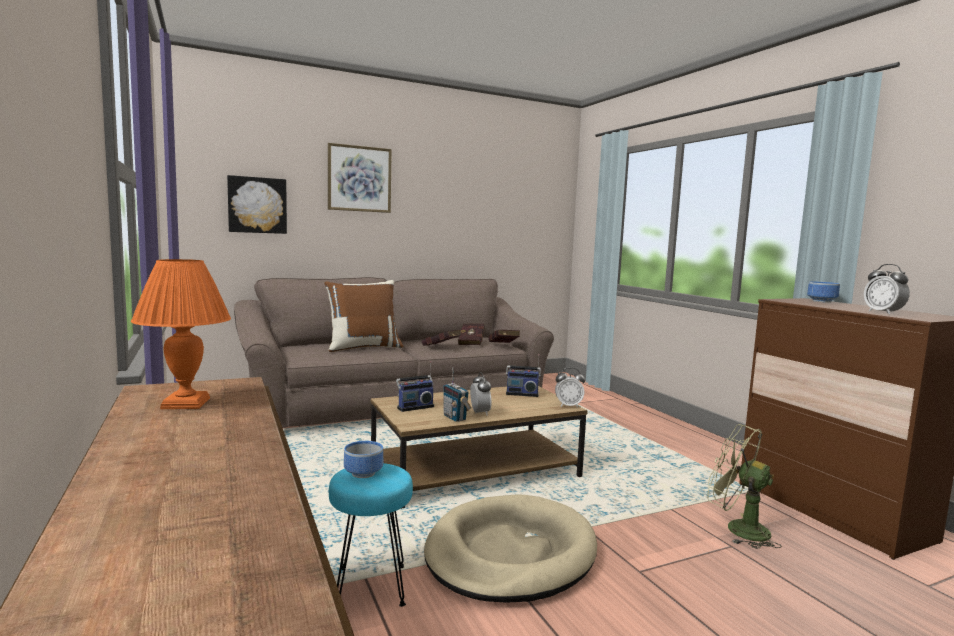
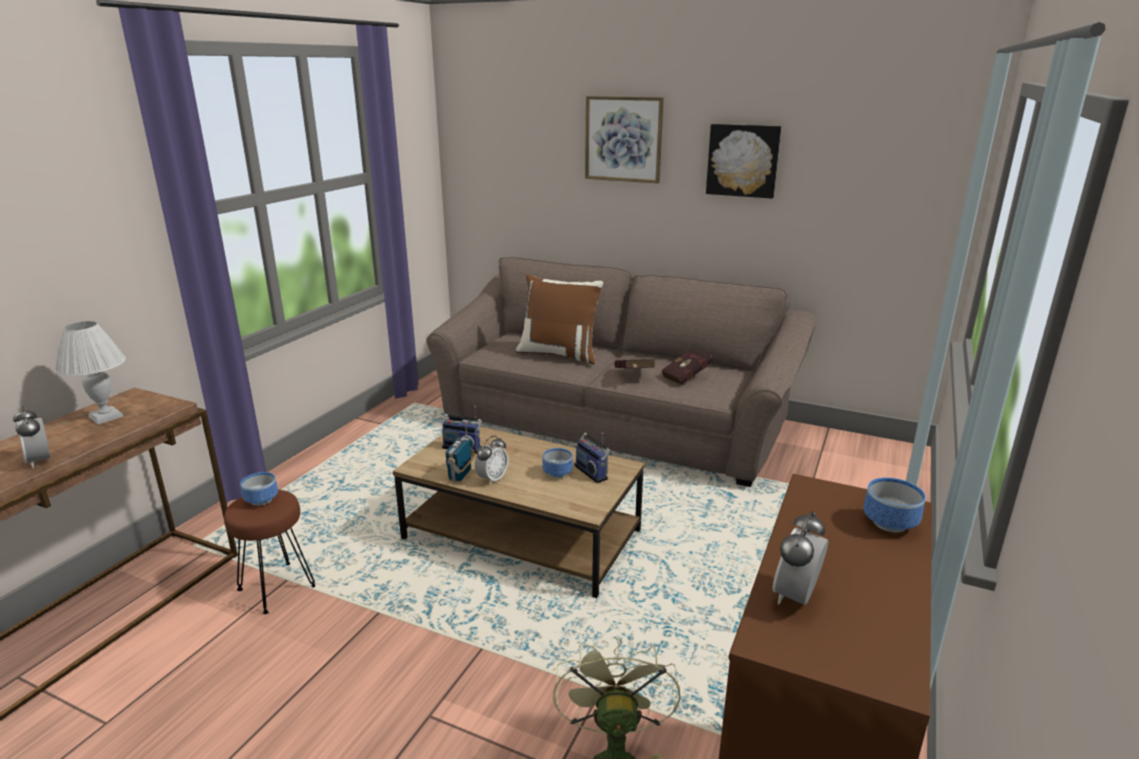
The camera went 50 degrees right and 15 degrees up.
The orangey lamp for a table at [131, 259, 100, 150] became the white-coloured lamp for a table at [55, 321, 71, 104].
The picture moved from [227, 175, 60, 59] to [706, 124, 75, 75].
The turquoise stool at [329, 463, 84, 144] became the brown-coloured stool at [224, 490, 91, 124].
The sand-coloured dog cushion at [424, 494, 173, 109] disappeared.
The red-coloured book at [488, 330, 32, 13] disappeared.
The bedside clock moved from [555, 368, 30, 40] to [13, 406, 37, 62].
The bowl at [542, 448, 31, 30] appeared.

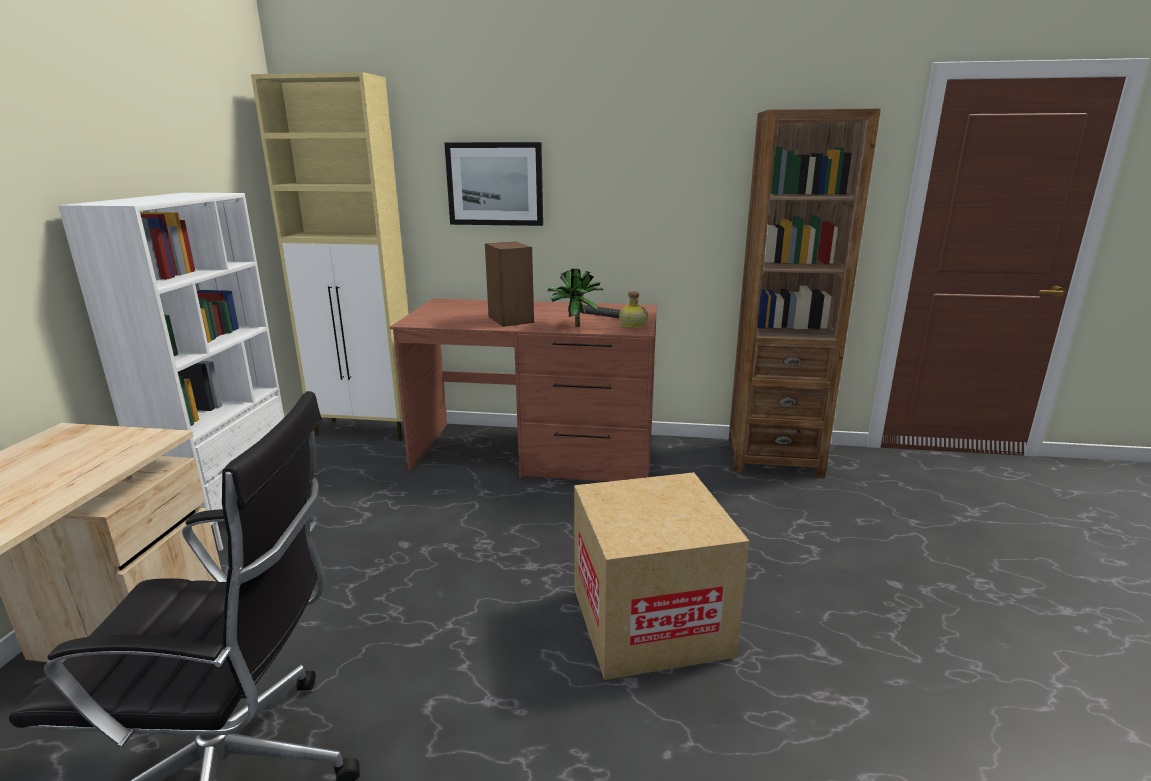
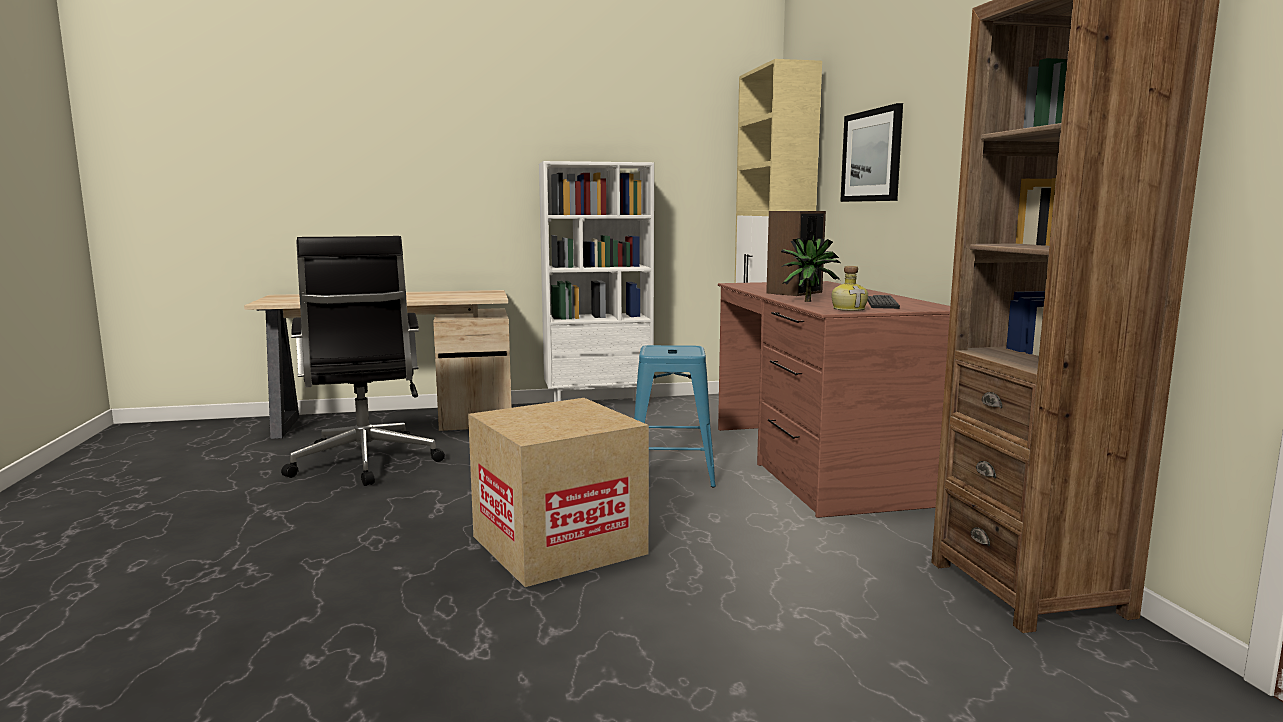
The camera went 70 degrees right and 10 degrees down.
The bluish stool at [634, 345, 82, 142] appeared.

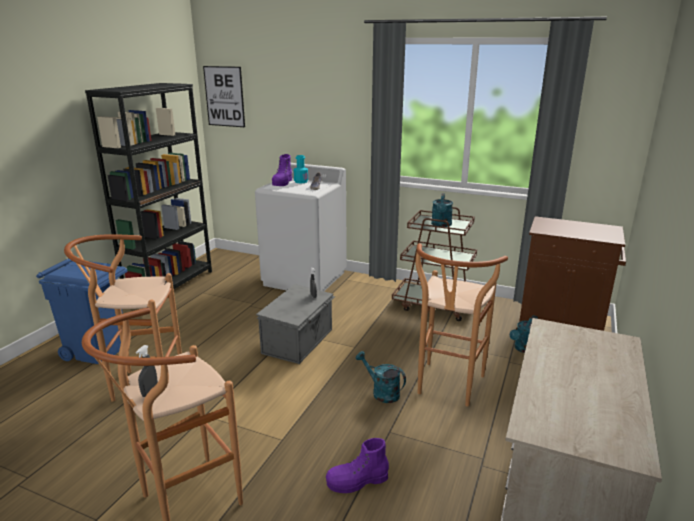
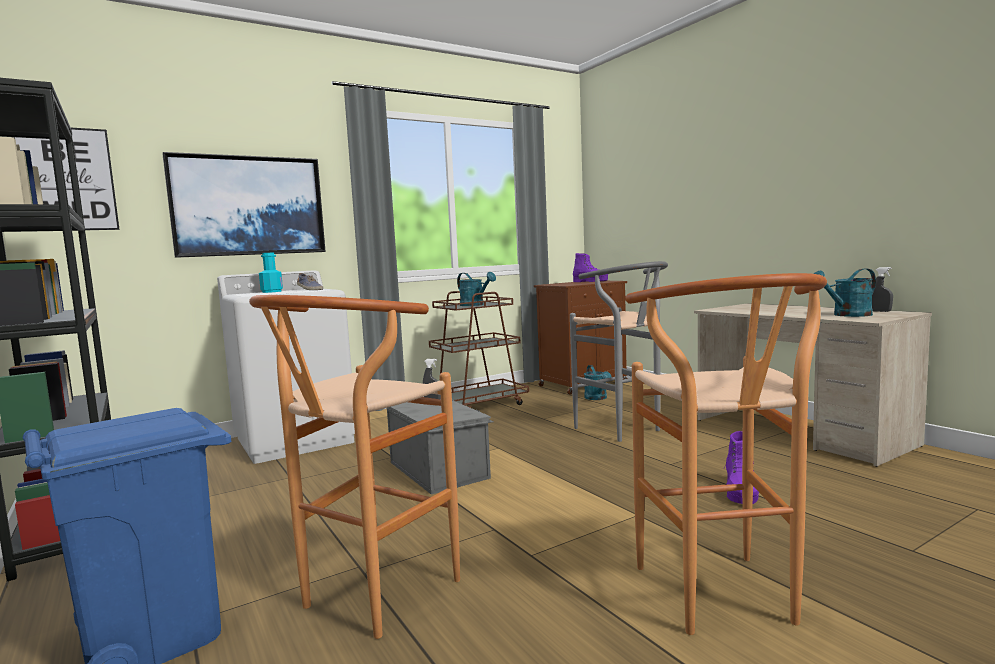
The camera went 55 degrees left and 15 degrees down.
The gray hand sprayer moved from [136, 345, 22, 52] to [872, 267, 21, 45].
The purplish tall boot moved from [272, 154, 20, 32] to [573, 253, 35, 29].
The turquoise watering can moved from [356, 351, 50, 52] to [814, 269, 62, 48].
The brown-coloured stool at [415, 243, 93, 163] became the gray stool at [570, 261, 98, 181].
The picture at [162, 152, 164, 106] appeared.

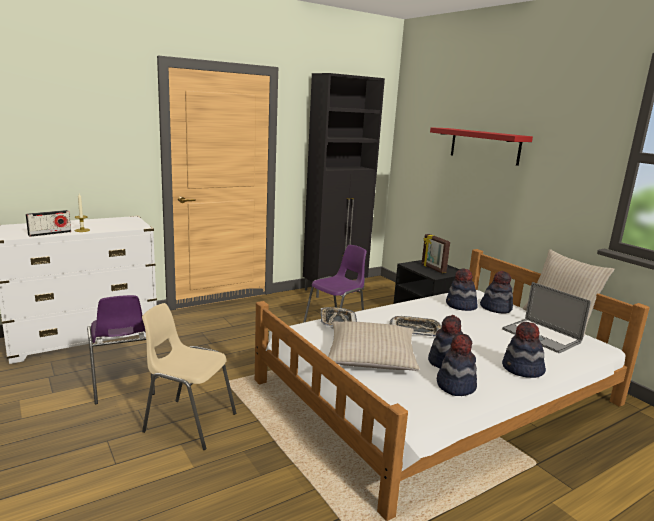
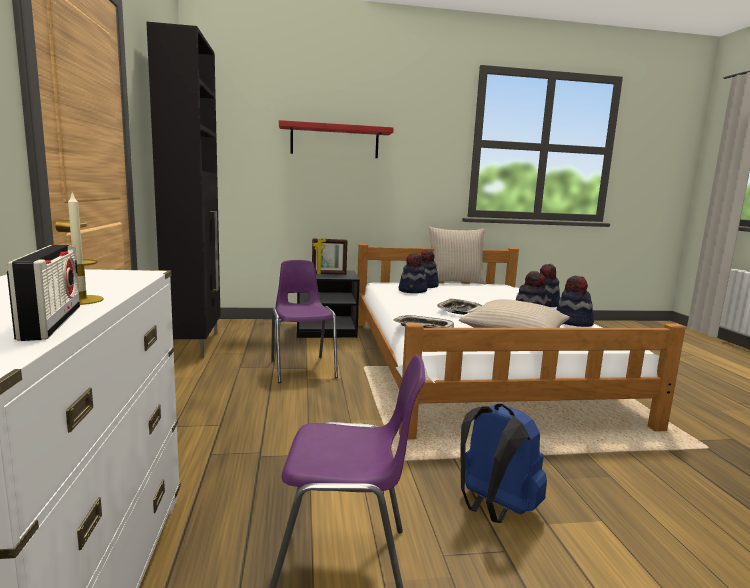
The camera went 65 degrees left and 5 degrees down.
The sand-coloured plain chair at [142, 303, 94, 147] was replaced by the bluish rucksack at [461, 404, 86, 119].
The laptop at [502, 282, 89, 71] disappeared.

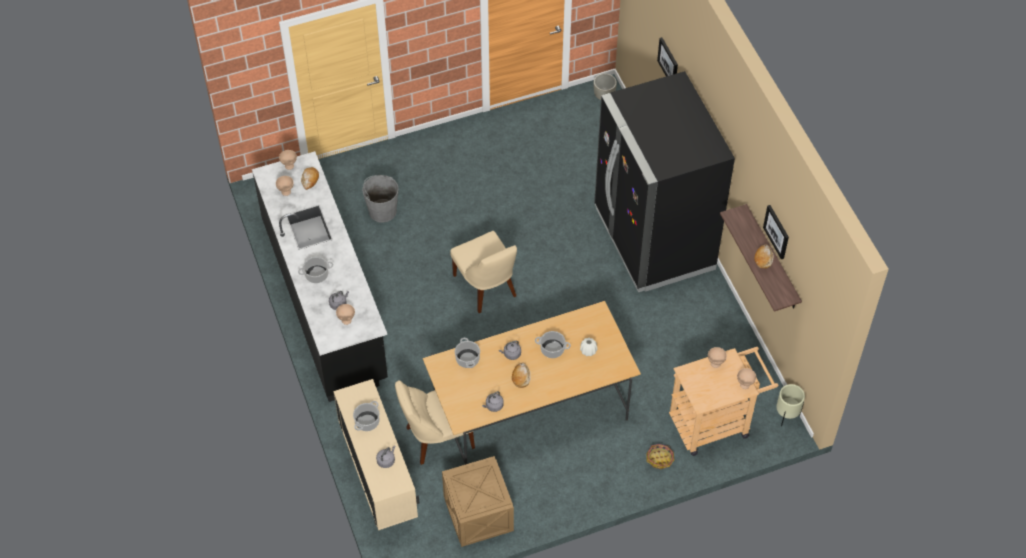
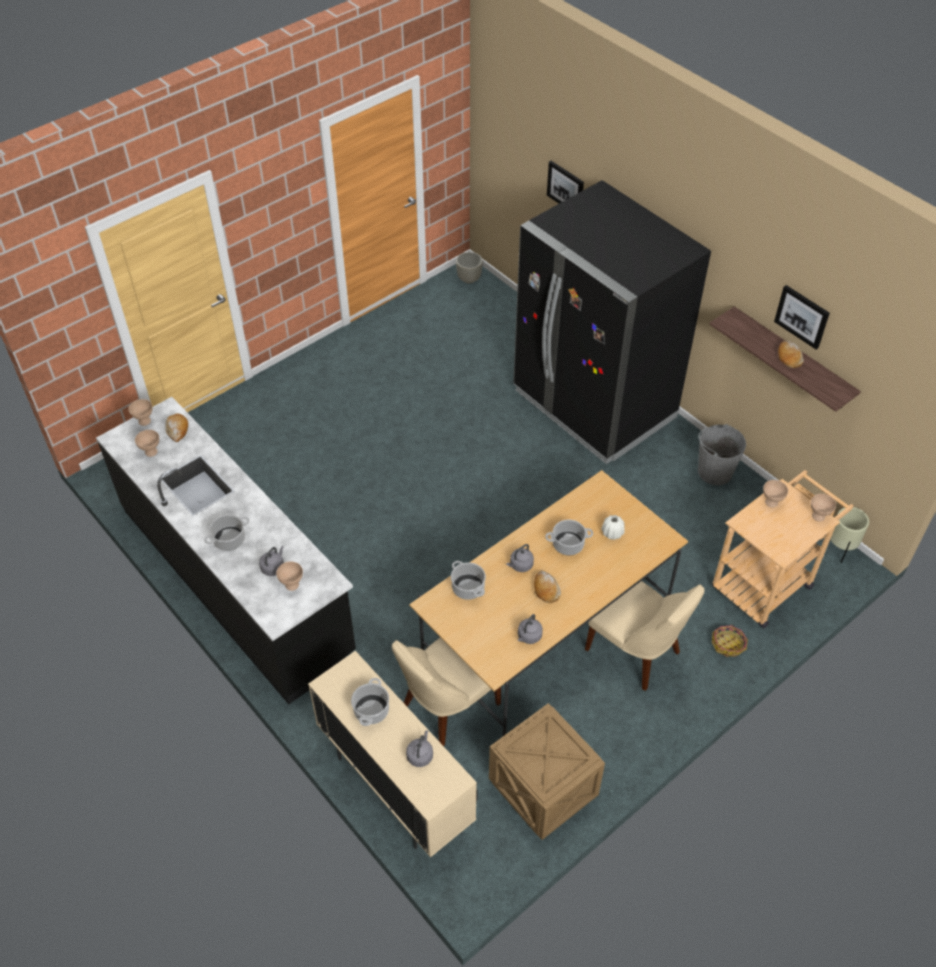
The camera went 20 degrees left and 5 degrees down.
The gray pail moved from [362, 175, 37, 48] to [698, 424, 48, 61].
The sand-coloured plain chair moved from [450, 231, 67, 82] to [585, 581, 120, 110].

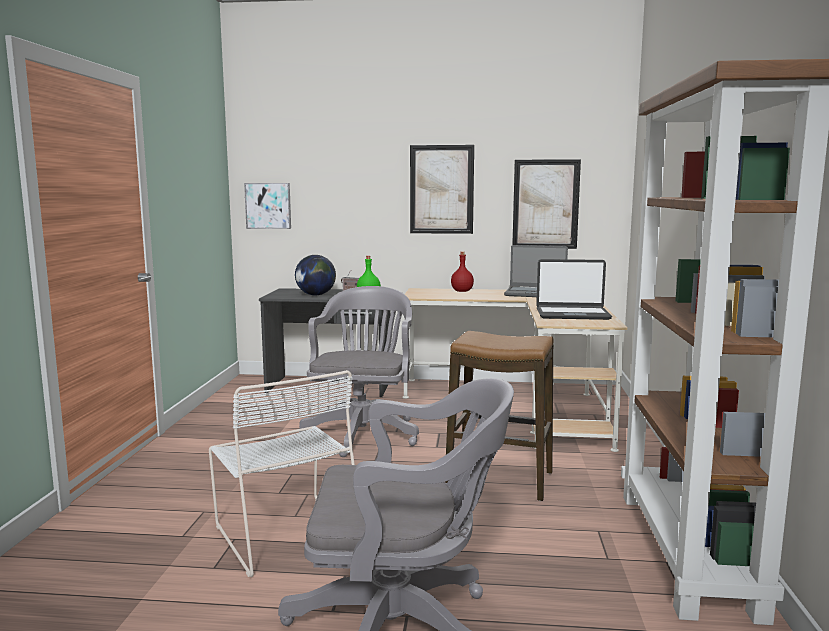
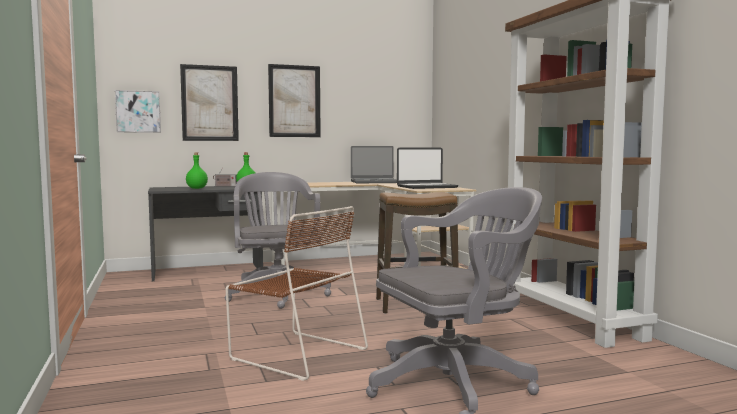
The camera went 25 degrees left and 5 degrees down.
The white-coloured plain chair at [209, 370, 146, 207] became the brown-coloured plain chair at [226, 206, 142, 175].
The globe at [295, 255, 41, 40] was replaced by the green-coloured bottle at [186, 152, 22, 37].
The red-coloured bottle at [451, 252, 23, 40] disappeared.
The picture moved from [512, 159, 69, 90] to [180, 64, 59, 77].

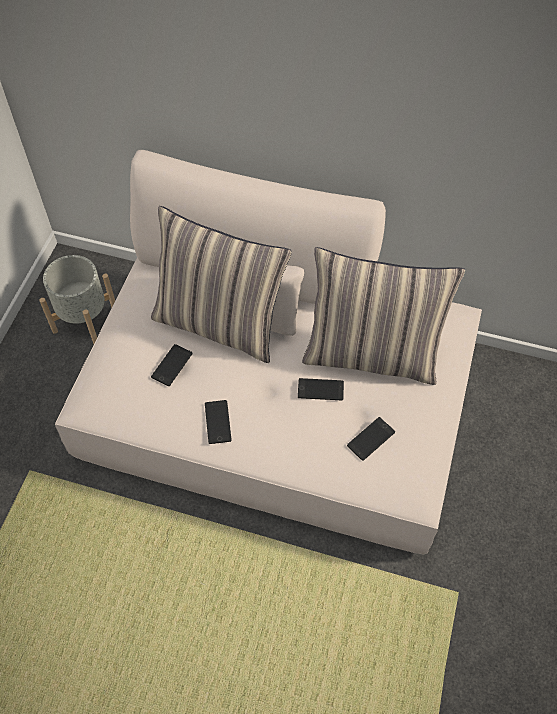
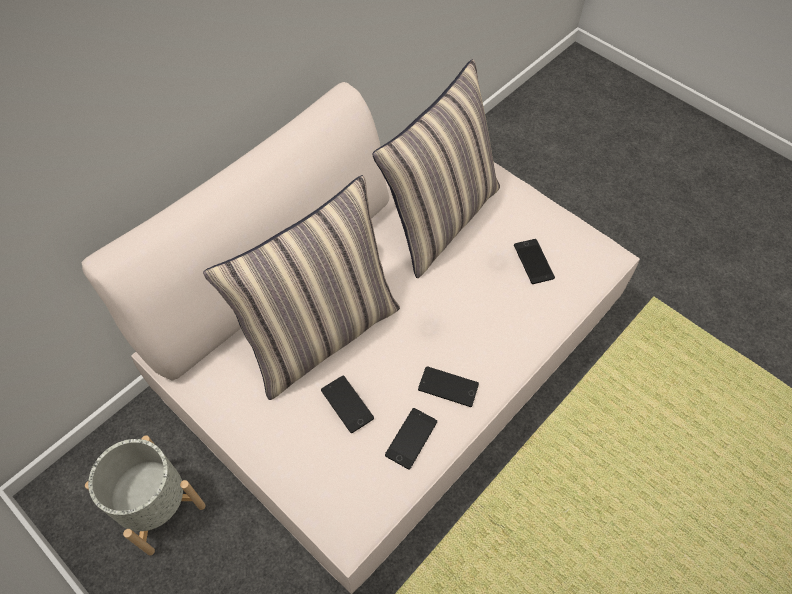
The camera went 65 degrees left and 0 degrees up.
The telephone moved from [298, 378, 46, 23] to [385, 408, 52, 62].

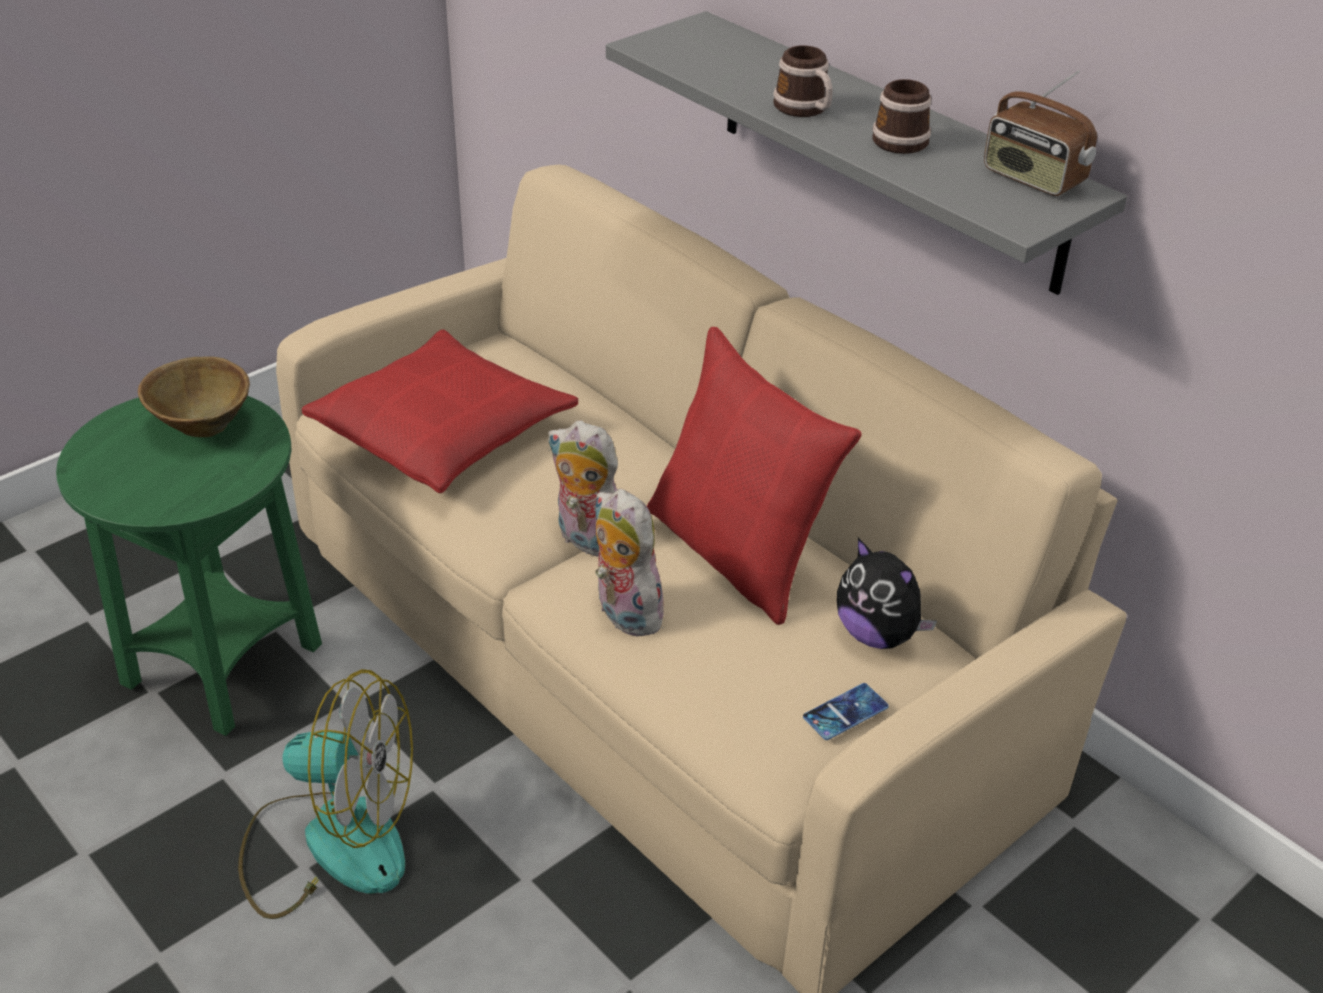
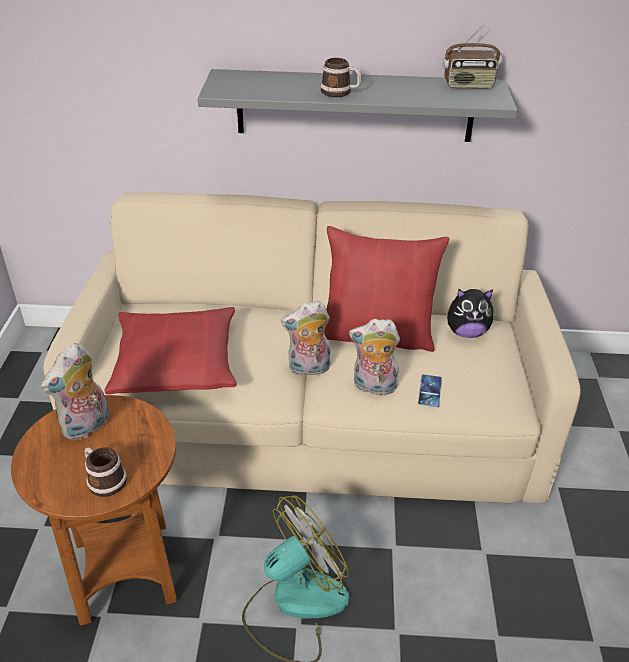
The camera went 45 degrees left and 0 degrees up.
The green-coloured accent table at [56, 396, 266, 340] became the brown-coloured accent table at [11, 395, 166, 230].
The brown-coloured bowl at [138, 356, 112, 81] was replaced by the plush toy at [41, 343, 68, 98].
The telephone moved from [803, 683, 86, 57] to [418, 374, 24, 33].
The coffee mug moved from [872, 79, 60, 75] to [84, 447, 43, 50].

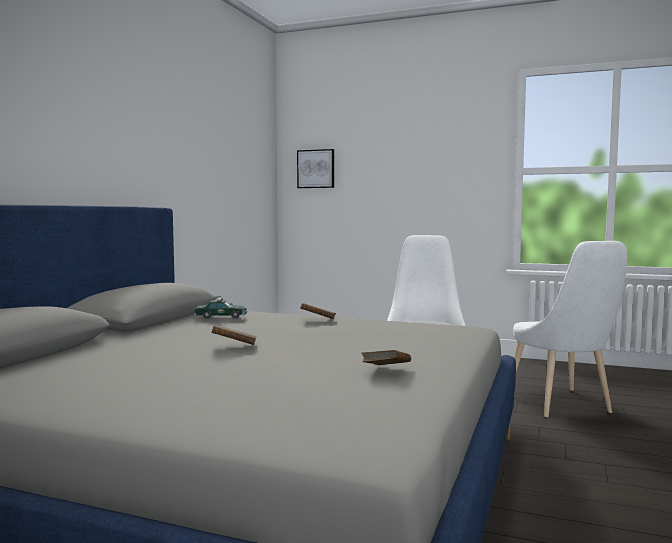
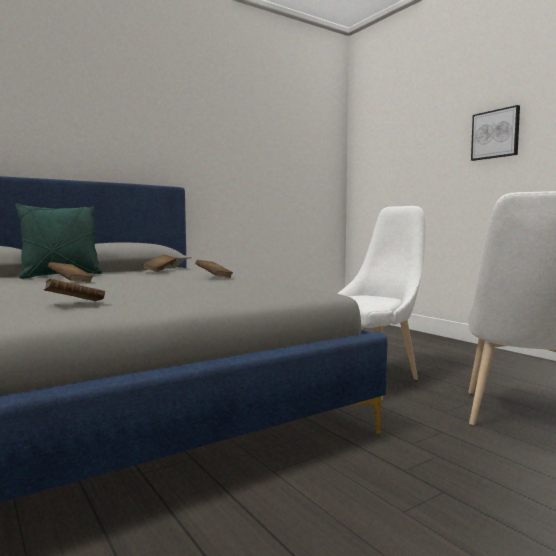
The camera went 35 degrees right and 0 degrees up.
The toy car at [194, 298, 53, 21] was replaced by the brown-coloured book at [142, 254, 35, 18].
The picture moved from [297, 149, 37, 39] to [471, 105, 49, 56].
The green-coloured pillow at [15, 204, 87, 75] appeared.

